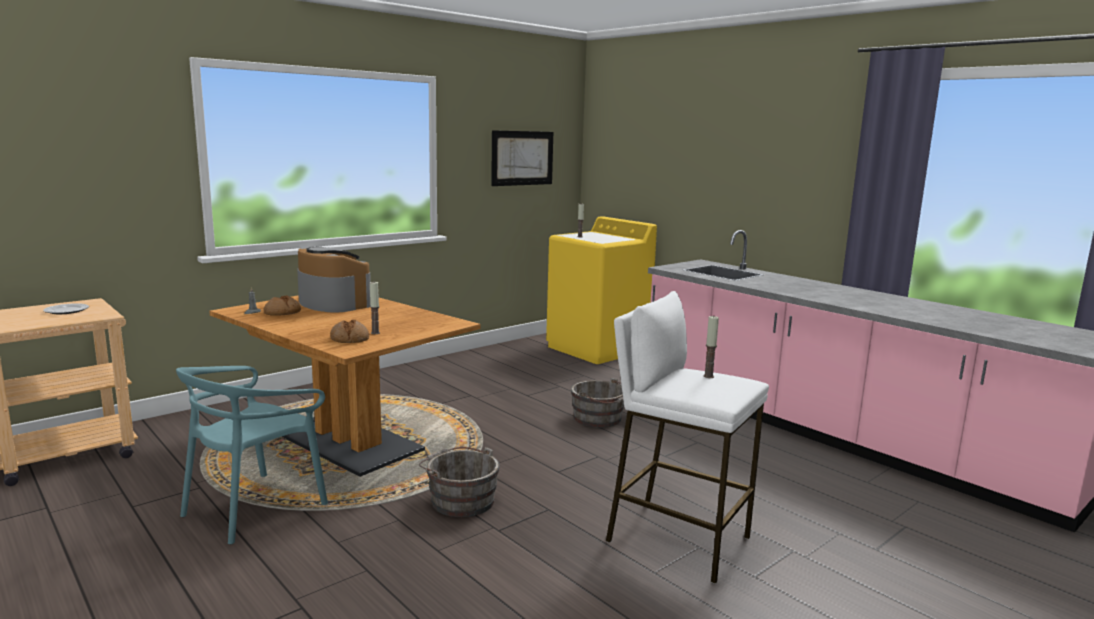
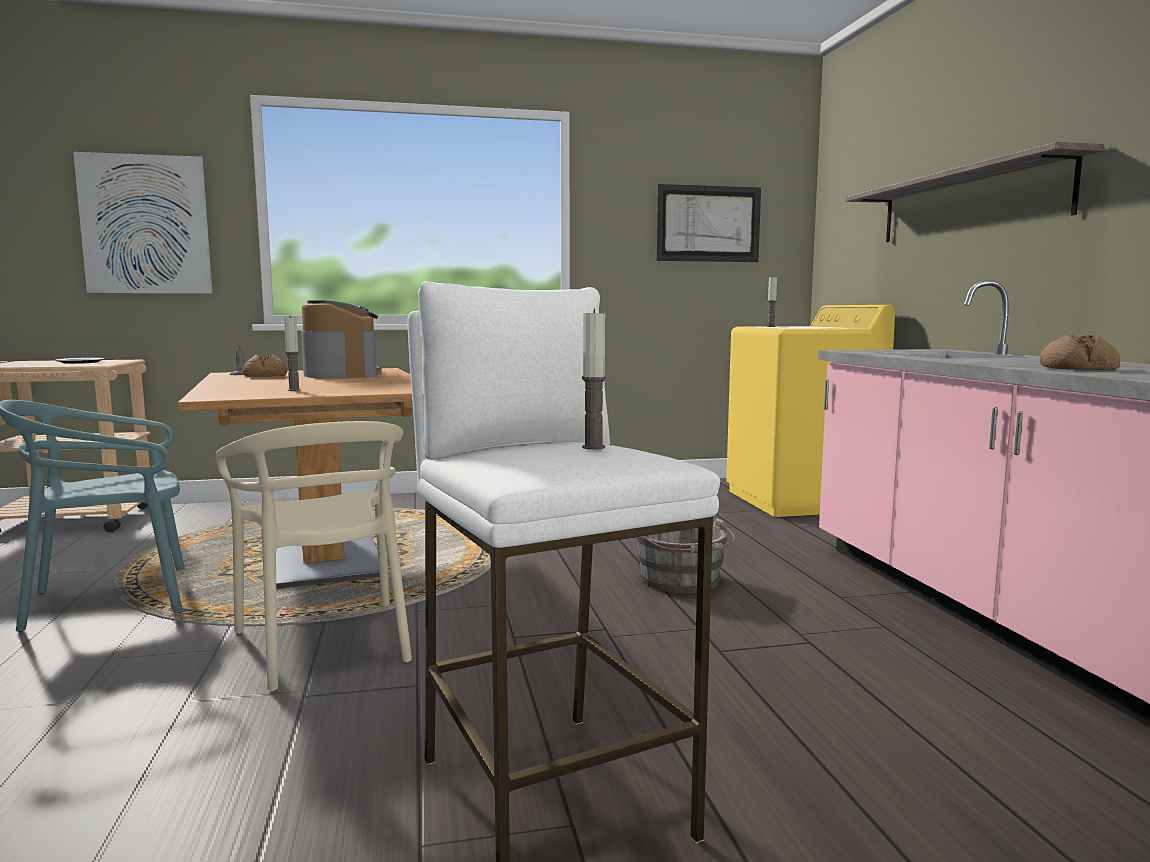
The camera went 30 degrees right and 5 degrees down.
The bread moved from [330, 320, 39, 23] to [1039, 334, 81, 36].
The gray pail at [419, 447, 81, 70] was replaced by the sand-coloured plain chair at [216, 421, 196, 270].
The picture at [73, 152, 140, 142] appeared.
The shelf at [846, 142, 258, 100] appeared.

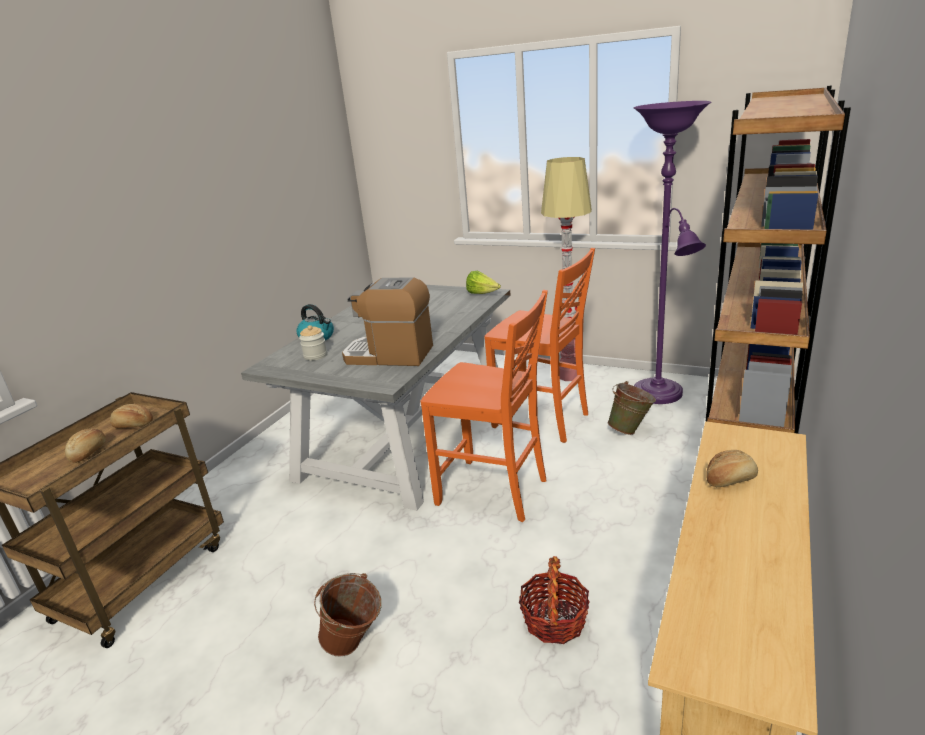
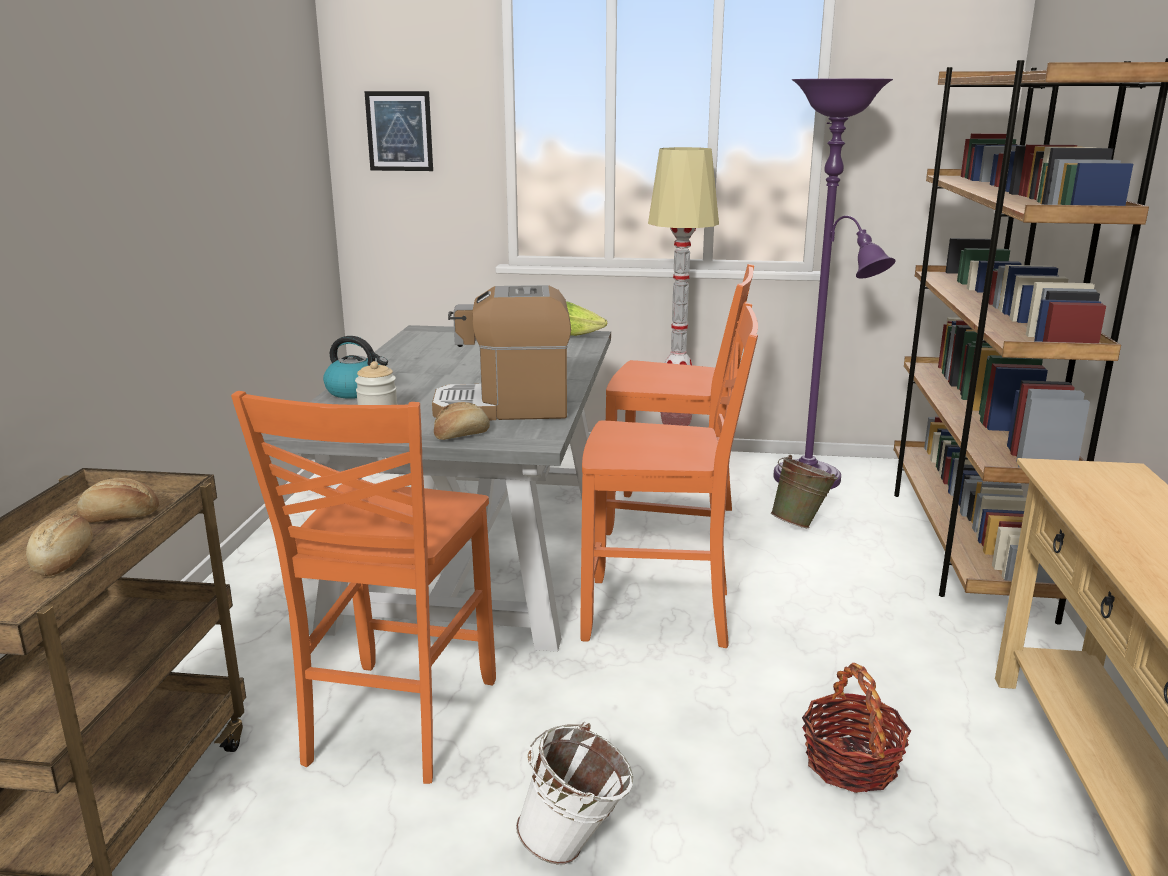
The camera went 20 degrees left and 5 degrees down.
The brown-coloured pail at [314, 573, 68, 84] became the white-coloured pail at [516, 722, 117, 142].
The bread moved from [706, 450, 52, 37] to [434, 402, 56, 38].
The orangey plain chair at [231, 391, 265, 393] appeared.
The picture at [364, 91, 69, 80] appeared.

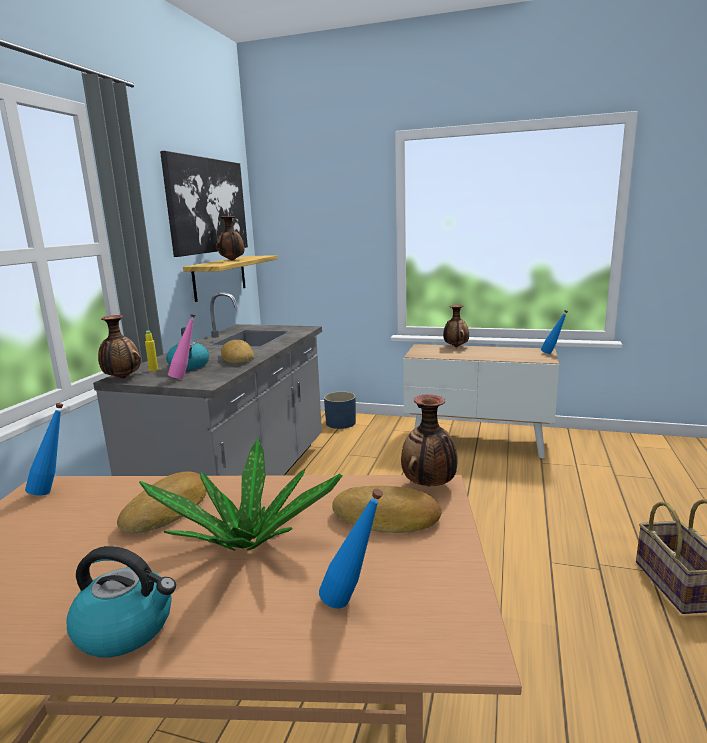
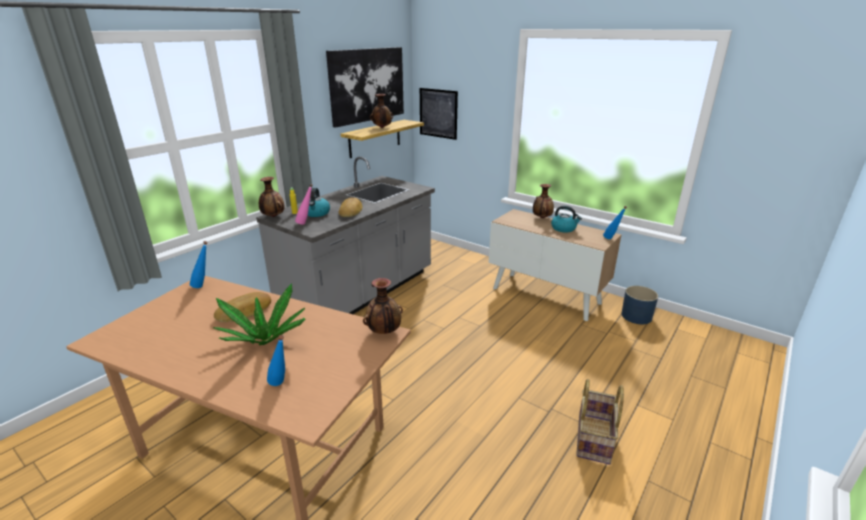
The camera went 20 degrees right and 10 degrees up.
The tea kettle moved from [67, 546, 109, 111] to [551, 206, 31, 27].
The bluish planter moved from [324, 392, 32, 37] to [621, 286, 37, 38].
The bread at [332, 485, 110, 48] disappeared.
The picture at [420, 88, 38, 52] appeared.

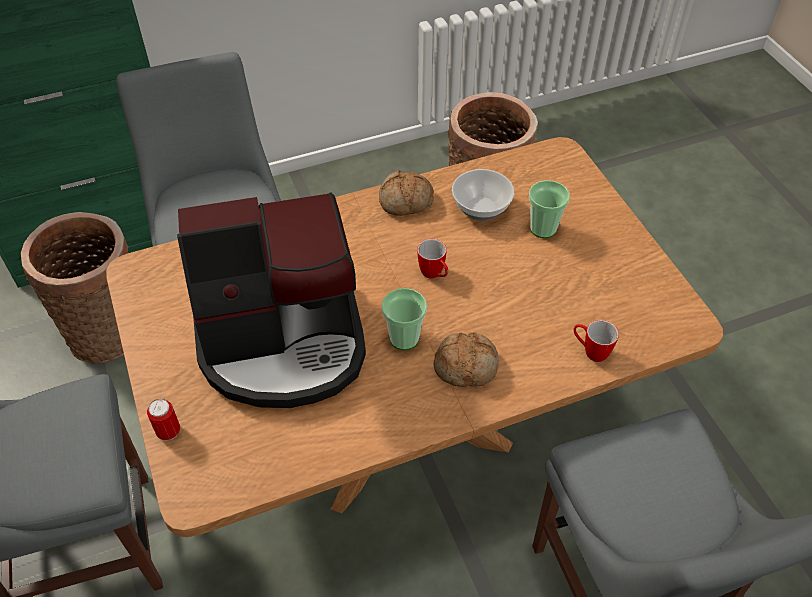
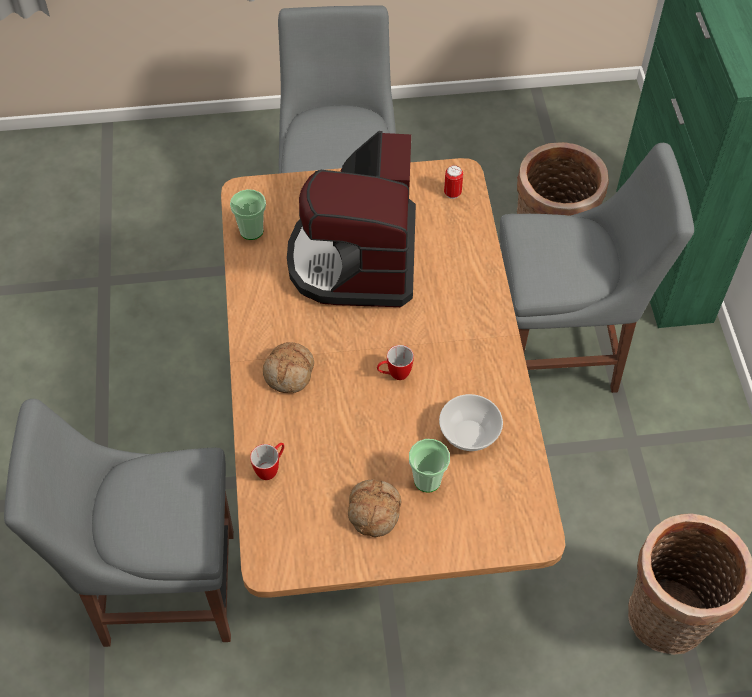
The camera went 105 degrees right and 5 degrees up.
The metal can moved from [147, 399, 33, 41] to [444, 165, 19, 34].
The bread moved from [379, 170, 55, 46] to [348, 479, 53, 58].
The drinking cup moved from [381, 288, 46, 62] to [230, 189, 36, 51].

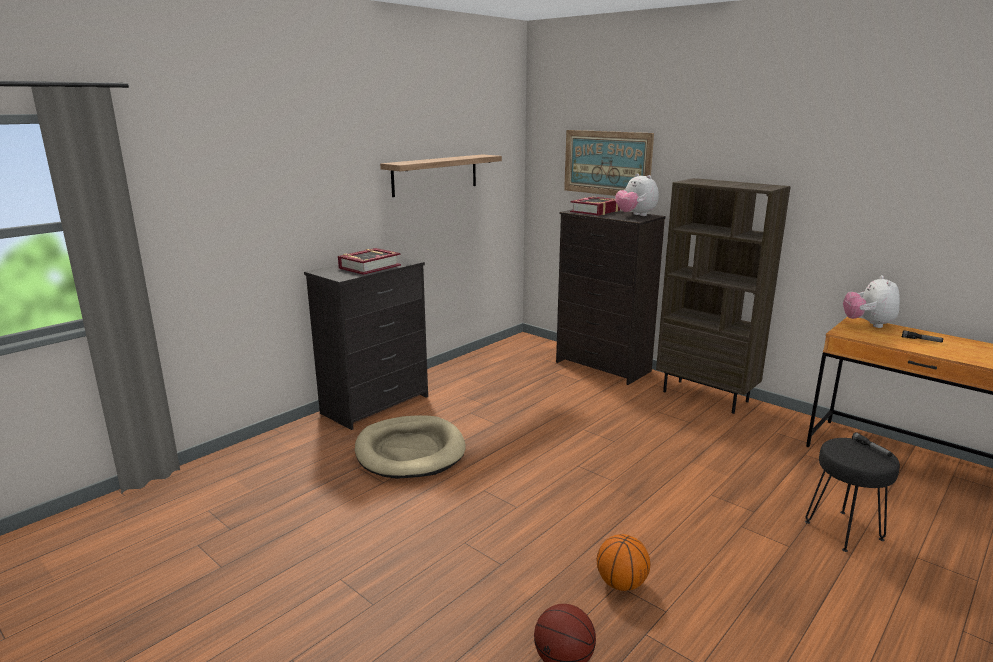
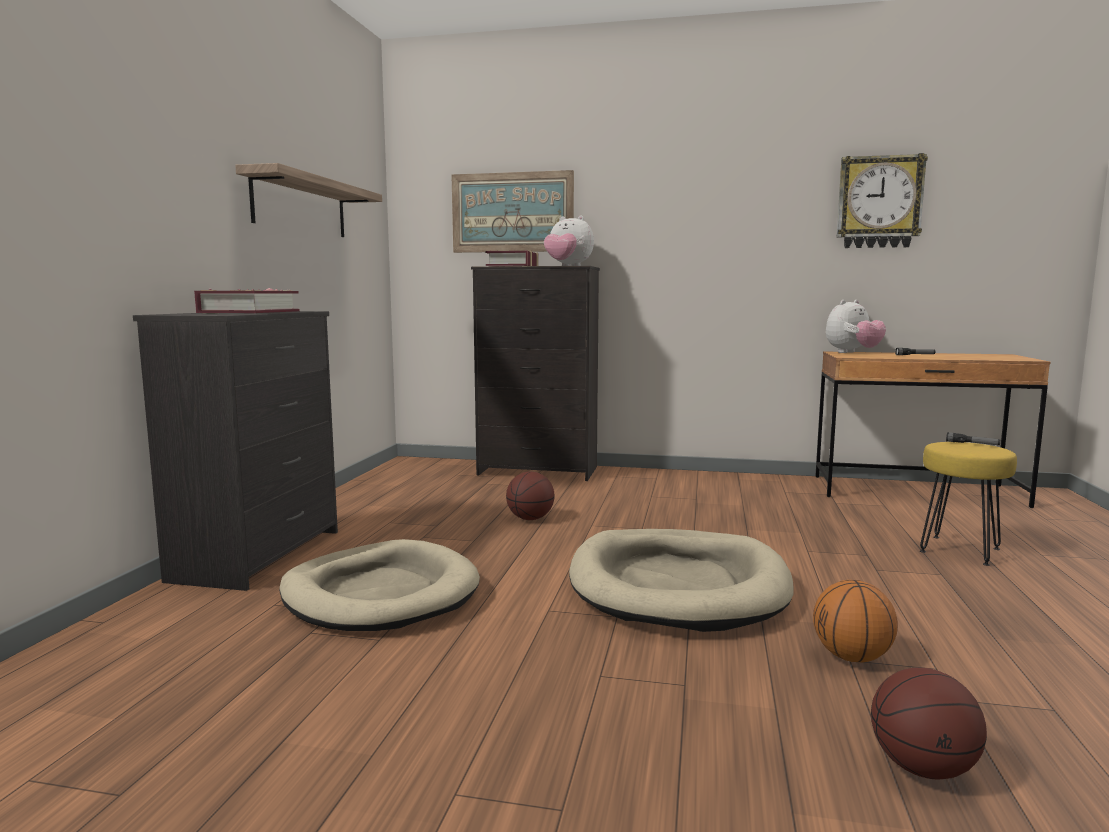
The camera went 30 degrees left and 10 degrees down.
The brown-coloured bookcase at [656, 178, 135, 236] disappeared.
The blackish stool at [805, 438, 95, 114] became the yellowish stool at [920, 442, 97, 124].
The plush toy at [843, 275, 57, 53] turned 105 degrees counterclockwise.
The ball for basketball at [506, 471, 49, 49] appeared.
The sand-coloured dog cushion at [569, 529, 225, 103] appeared.
The wall clock at [837, 153, 91, 95] appeared.

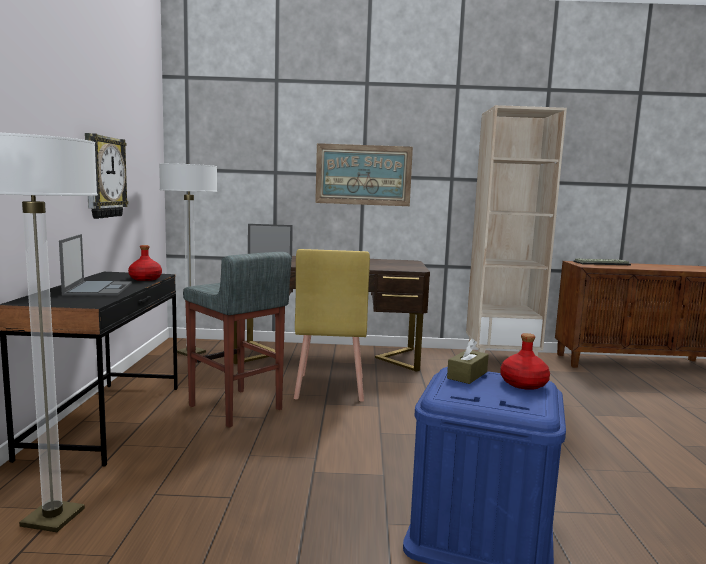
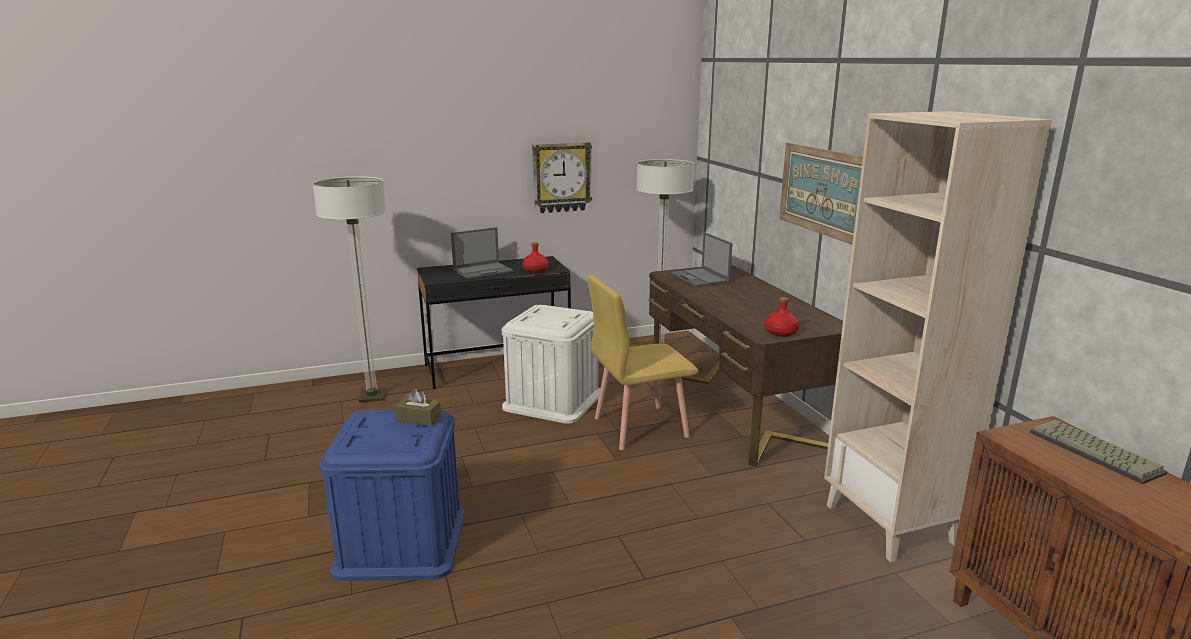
The camera went 70 degrees right and 10 degrees up.
The gray stool at [183, 252, 108, 176] was replaced by the white-coloured storage box at [502, 305, 98, 119].
The red-coloured bottle moved from [500, 333, 50, 57] to [764, 297, 35, 40].

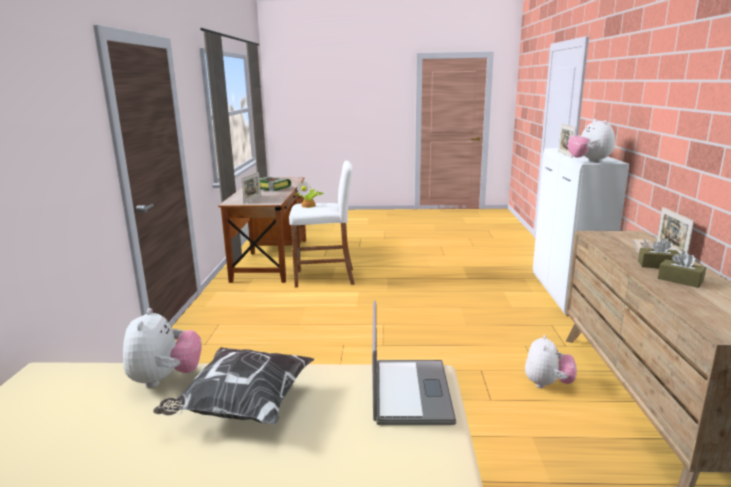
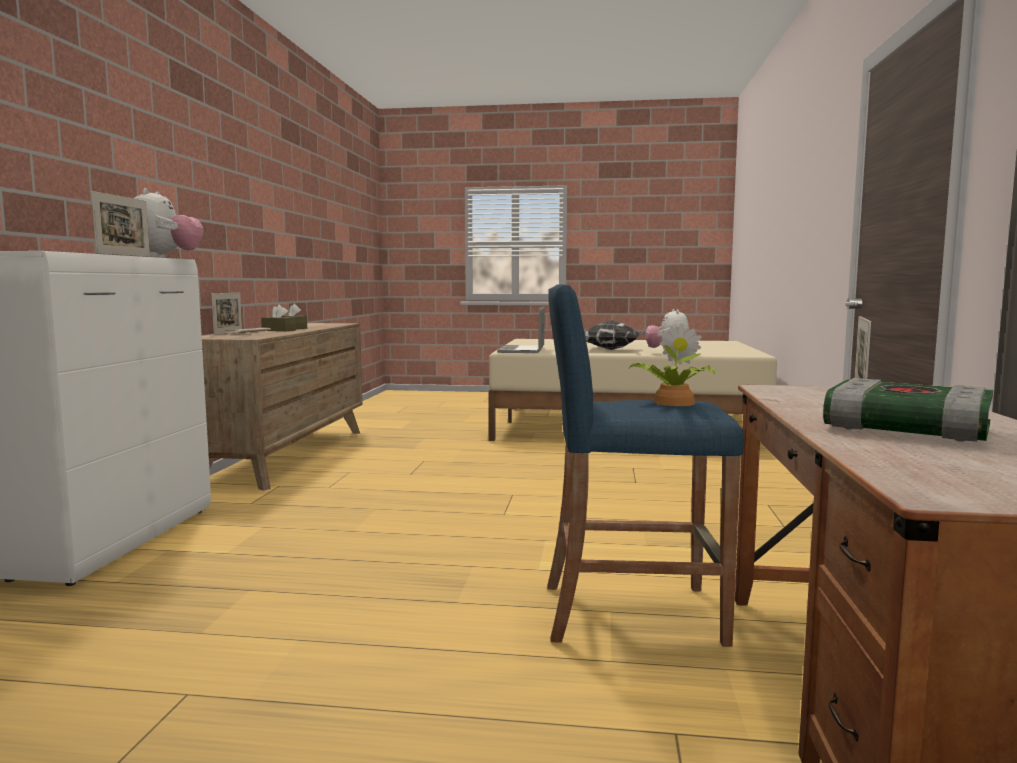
The camera went 175 degrees left and 10 degrees down.
The white-coloured stool at [289, 160, 66, 128] became the bluish stool at [547, 284, 197, 363].
The plush toy at [525, 335, 52, 53] disappeared.

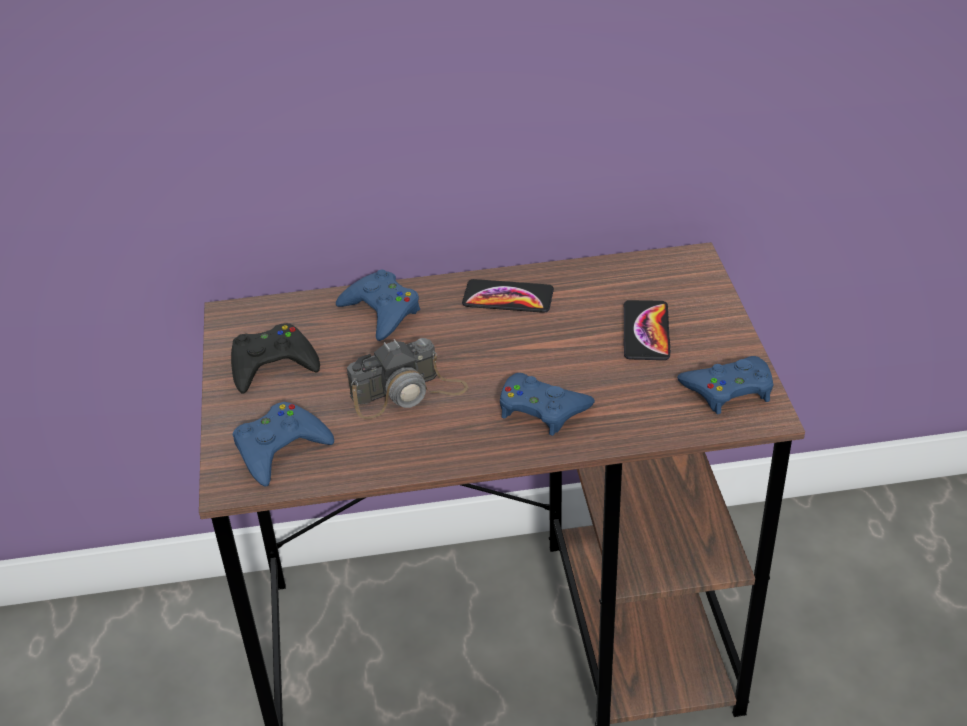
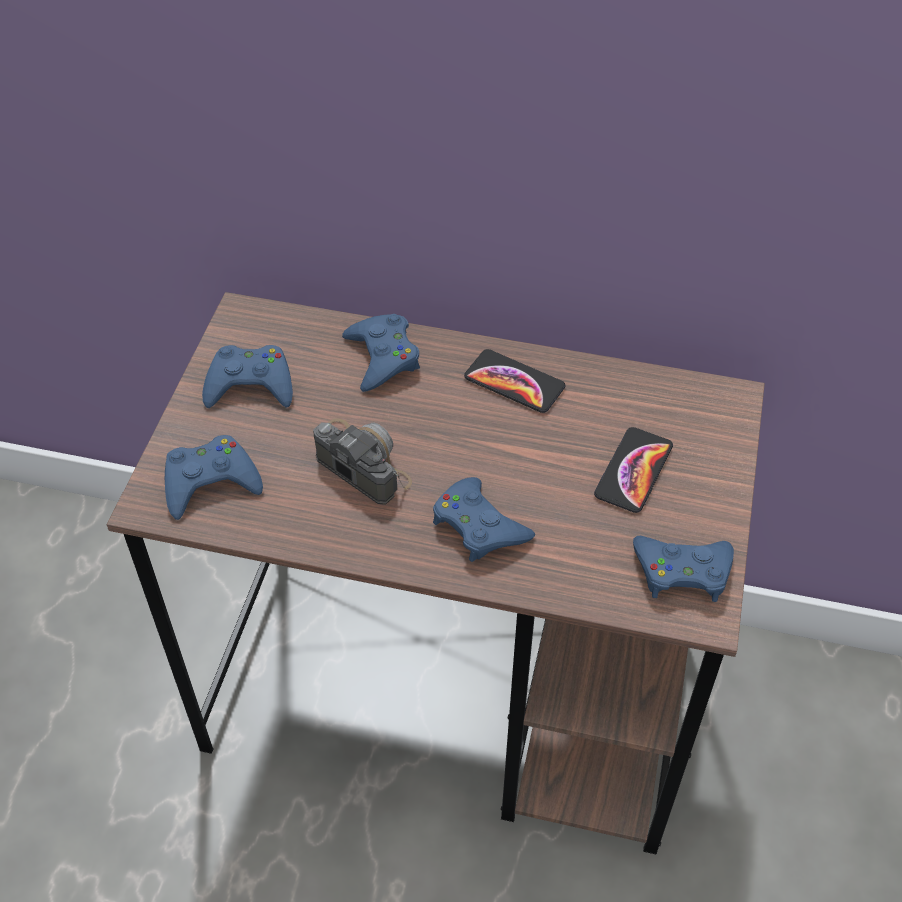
The camera went 20 degrees right and 10 degrees up.
The blackish joypad at [231, 323, 89, 71] became the bluish joypad at [202, 345, 91, 63].
The still camera at [347, 338, 121, 81] turned 135 degrees counterclockwise.

